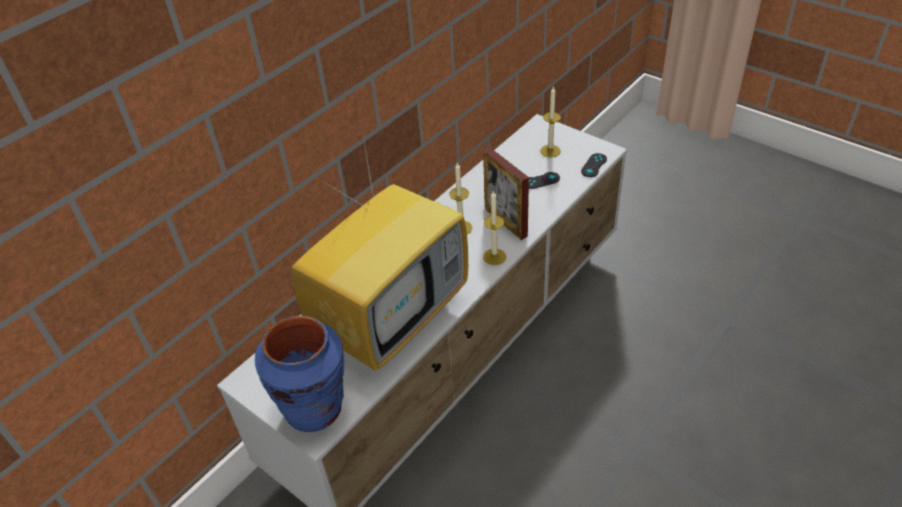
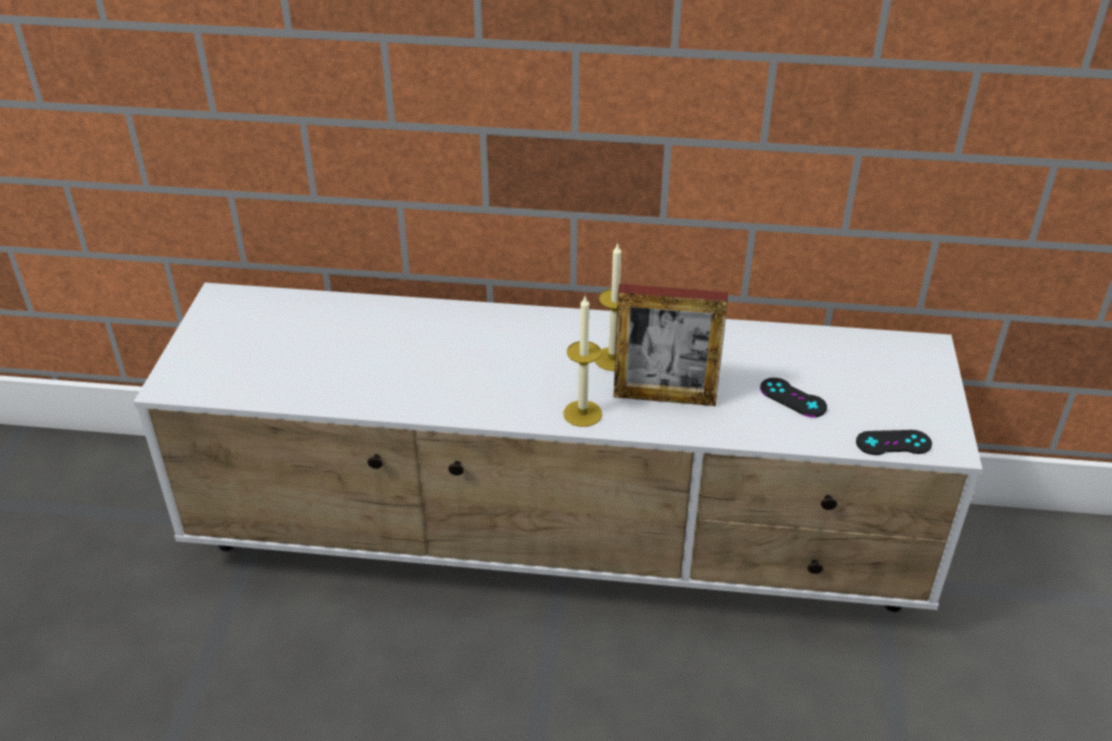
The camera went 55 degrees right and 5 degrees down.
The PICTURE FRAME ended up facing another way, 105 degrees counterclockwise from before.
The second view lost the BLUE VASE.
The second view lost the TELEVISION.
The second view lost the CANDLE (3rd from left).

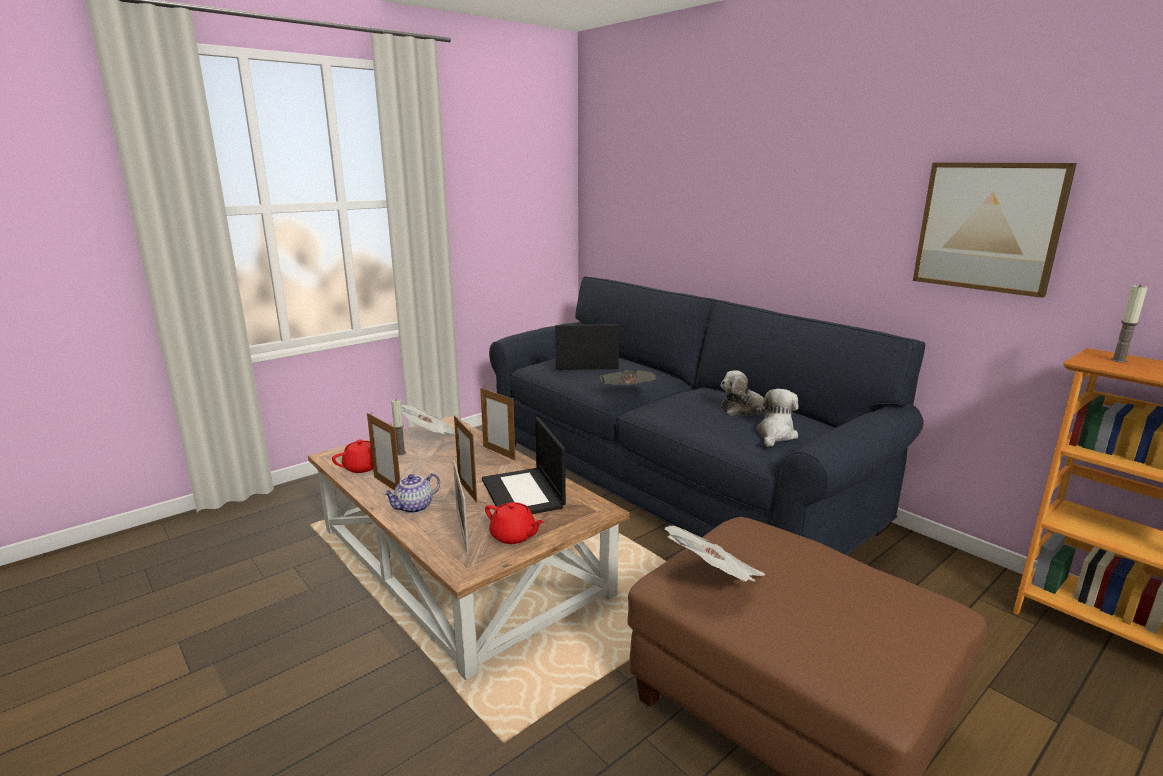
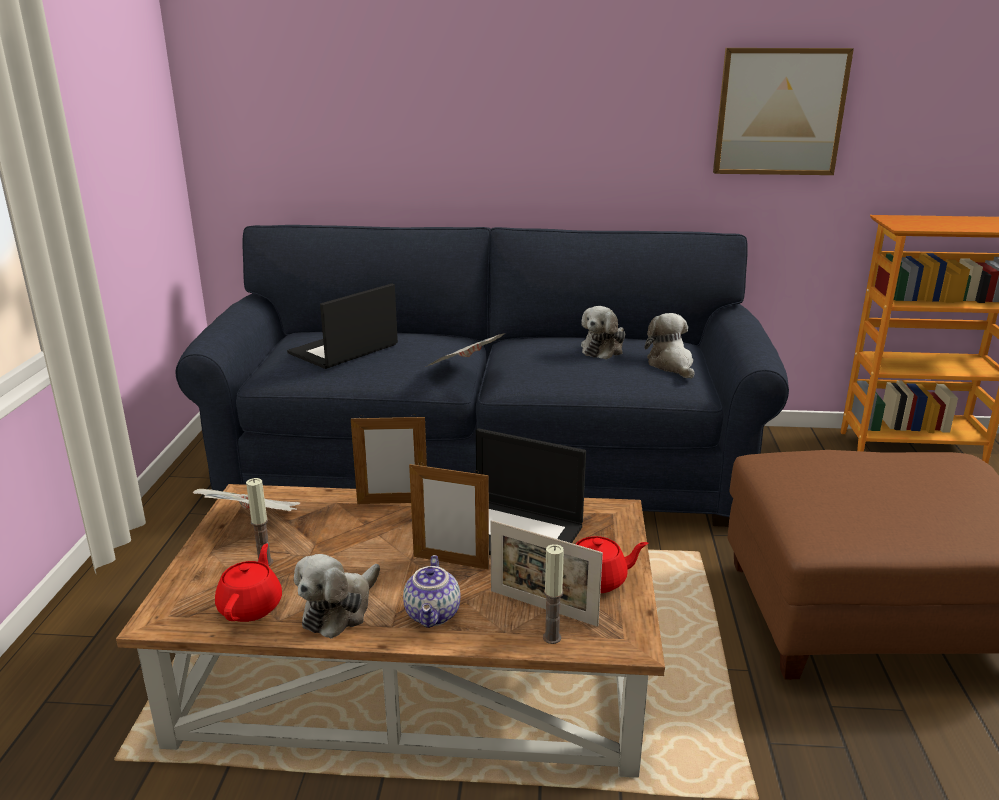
The camera went 45 degrees left and 5 degrees up.
Where the PICTURE FRAME (1st from left) stood, the PLUSH TOY (1st from left) came to stand.
The CANDLE (2nd from left) ended up elsewhere.
The second view lost the NEWSPAPER (3rd from left).

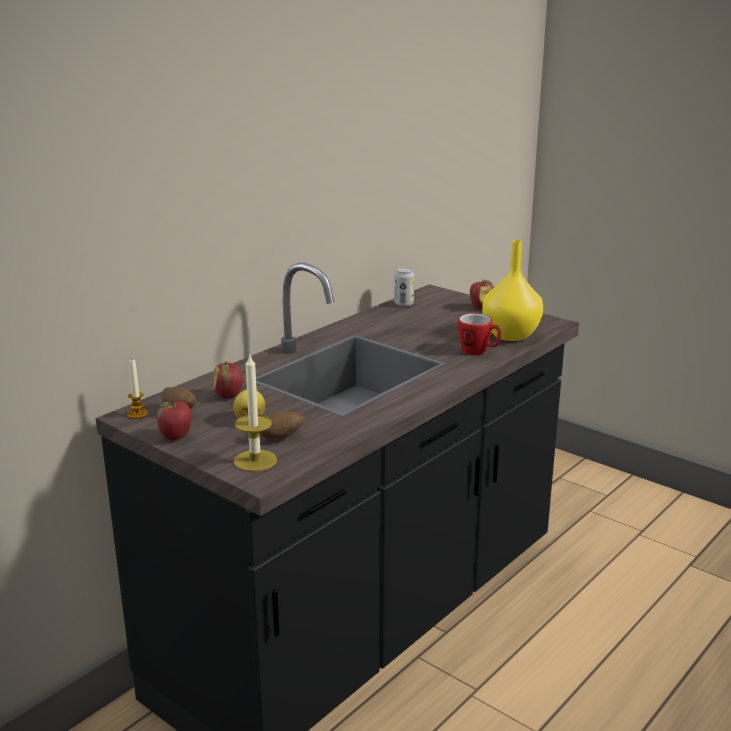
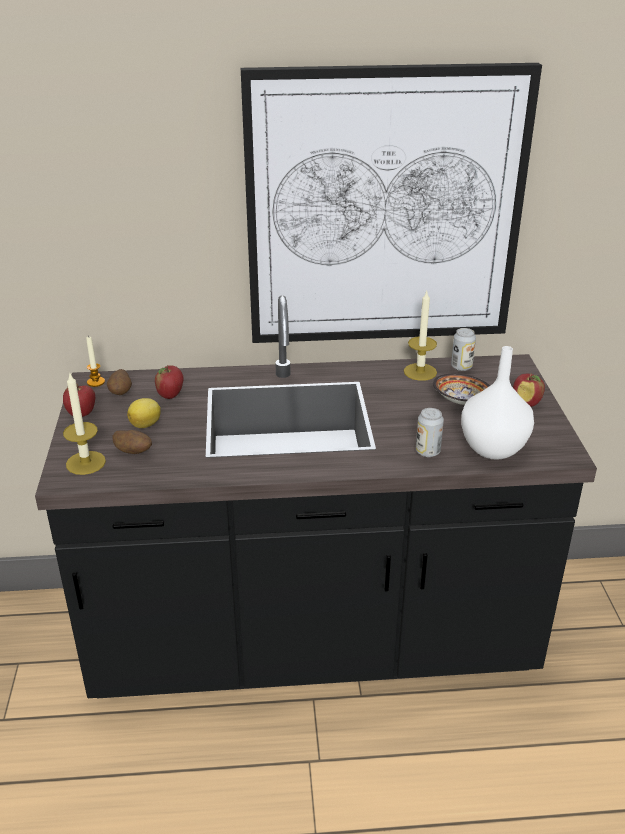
The camera went 45 degrees right and 10 degrees up.
The second view gained the PICTURE.
The second view gained the CANDLE (3rd from left).
Where the MUG stood, the CAN (1st from left) came to stand.
The second view gained the BOWL.
What was the YELLOW VASE turned into the WHITE VASE.

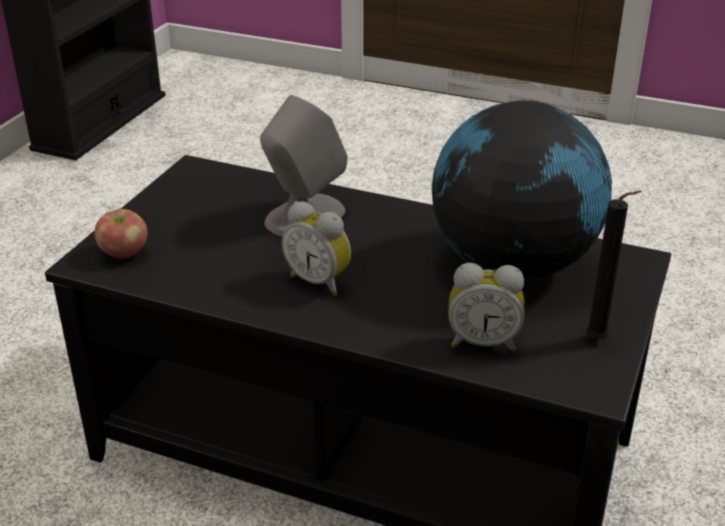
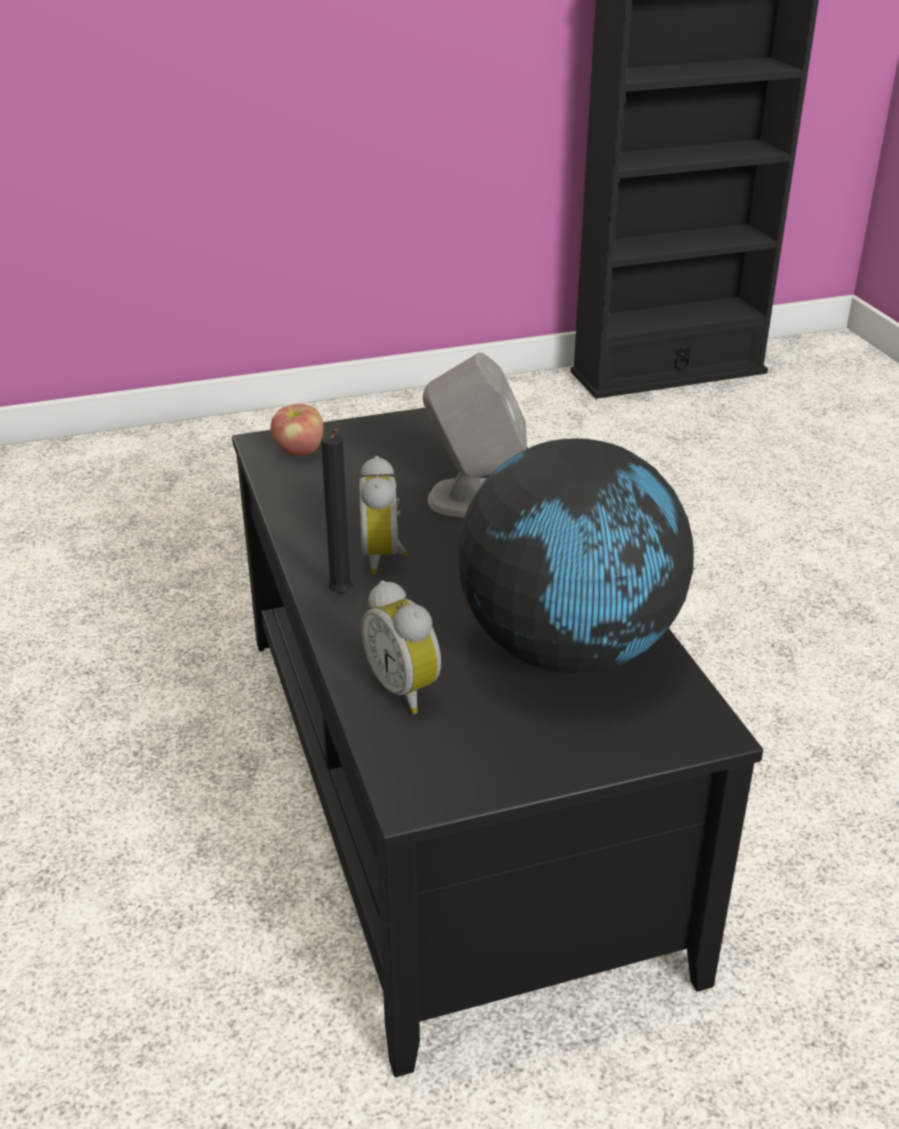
The camera went 50 degrees right and 0 degrees up.
The BLACK CANDLE ended up elsewhere.

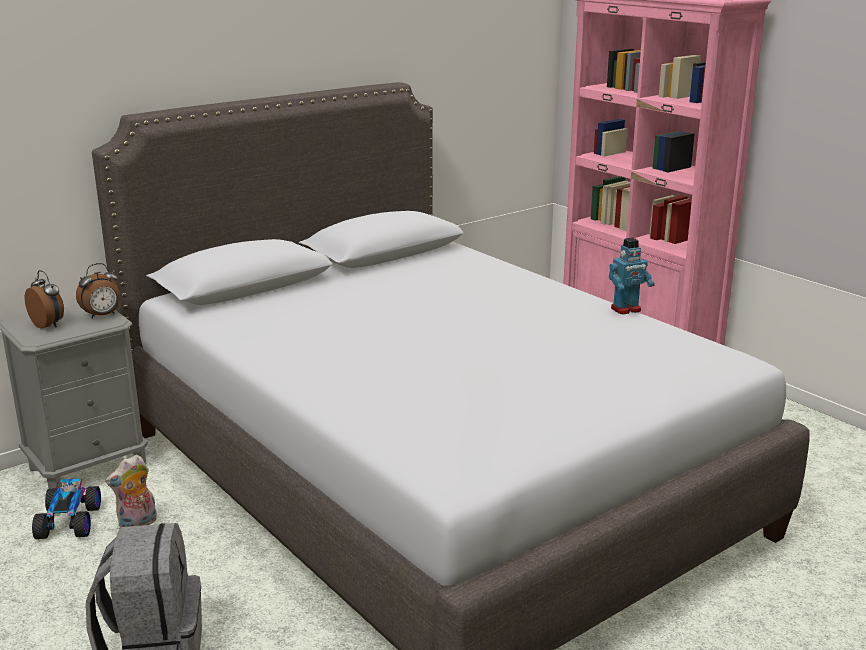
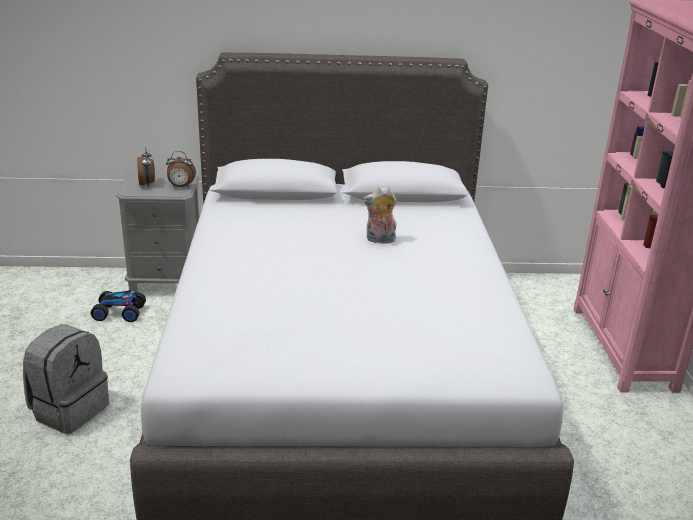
The camera went 35 degrees right and 5 degrees up.
The TOY CAR ended up facing another way, 60 degrees clockwise from before.
The PLUSH TOY ended up elsewhere.
The second view lost the TOY ROBOT.

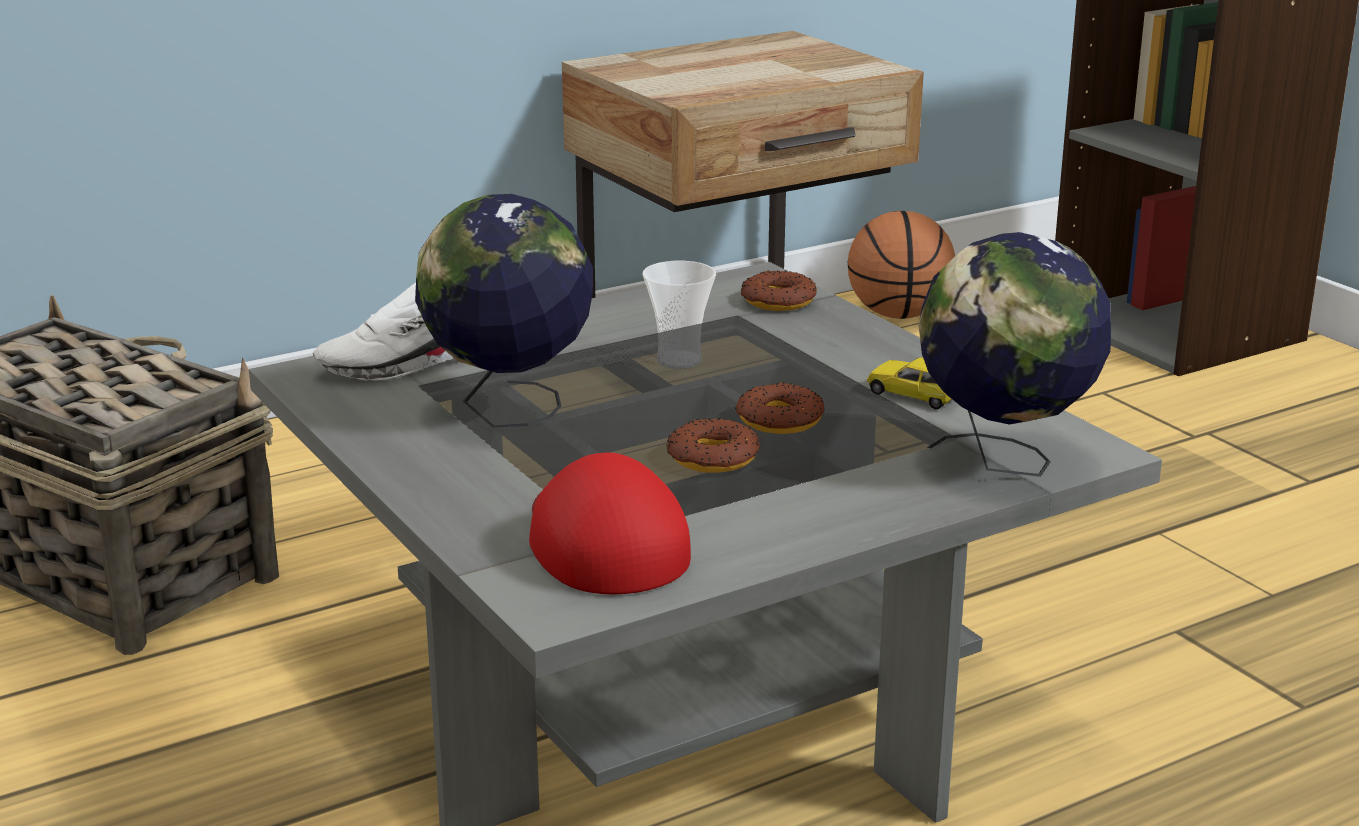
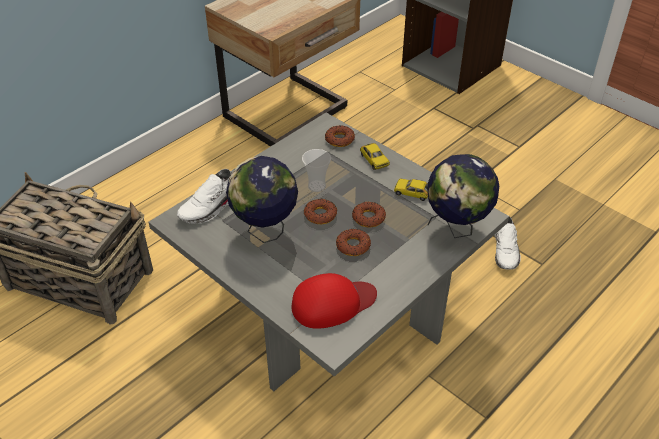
The camera went 15 degrees left and 20 degrees up.
The RED CAP ended up facing another way, 105 degrees clockwise from before.
The second view gained the DONUT (1st from left).
The second view gained the TOY CAR (1st from left).
The second view gained the WHITE SHOE (2nd from left).
The second view lost the BASKETBALL.

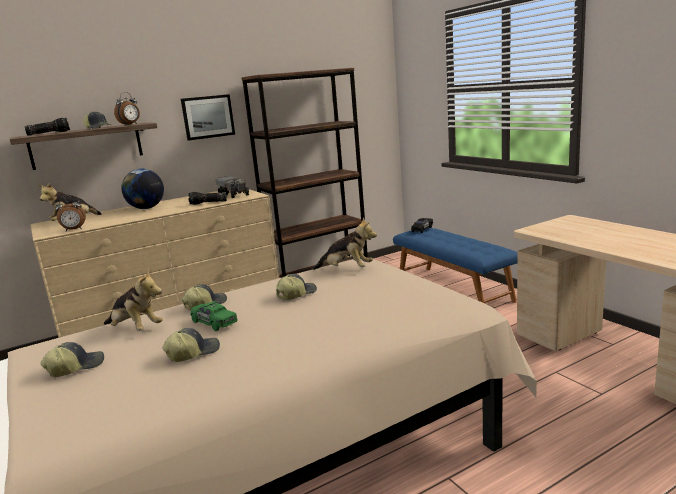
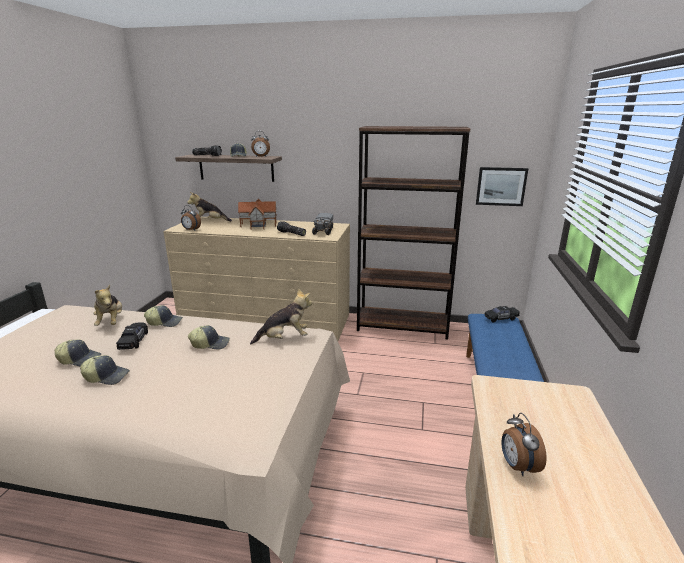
The camera went 40 degrees right and 5 degrees up.
The CAP (1st from left in the first image) ended up elsewhere.
What was the GREEN TOY CAR turned into the BLACK TOY CAR (1st from left).
Where the GLOBE stood, the TOY HOUSE came to stand.
The PLUSH TOY (3rd from left) ended up facing another way, 75 degrees counterclockwise from before.
The PICTURE ended up elsewhere.
The second view gained the ALARM CLOCK (3rd from left).

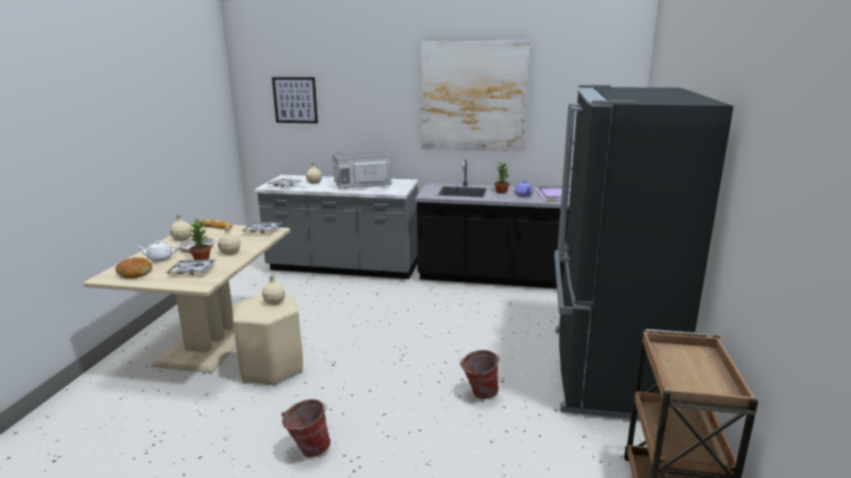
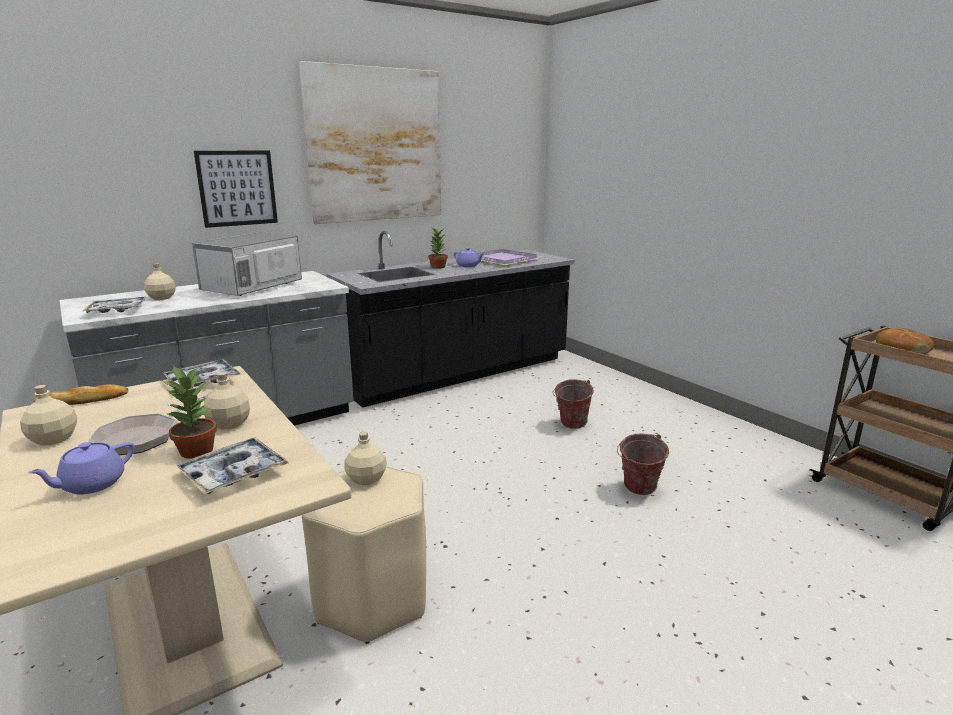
The camera went 45 degrees left and 0 degrees up.
What was the WHITE TEAPOT turned into the PURPLE TEAPOT (1st from left).
The PICTURE (1st from left) ended up elsewhere.
The BUCKET (1st from left) ended up elsewhere.
The BREAD (1st from left in the first image) ended up elsewhere.
The second view lost the BLACK FRIDGE.

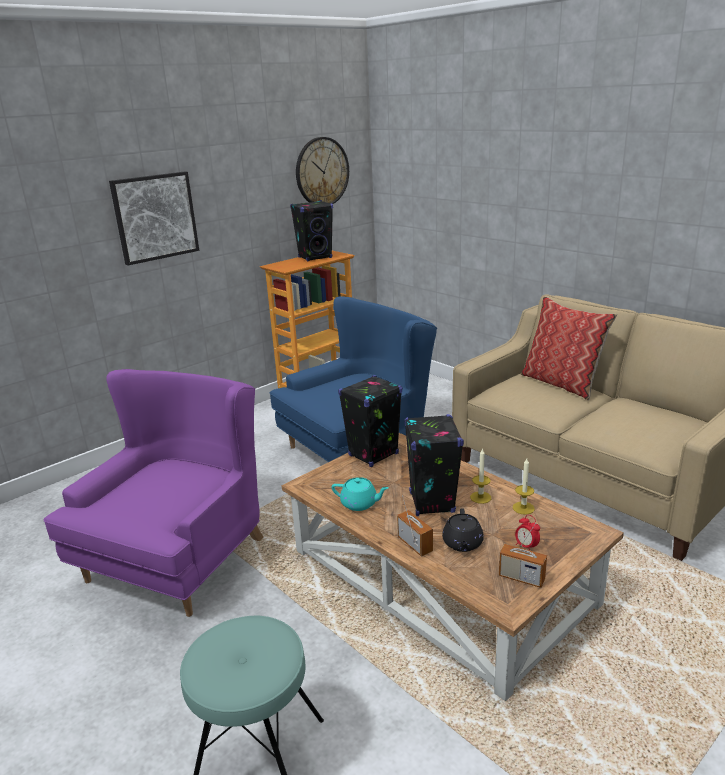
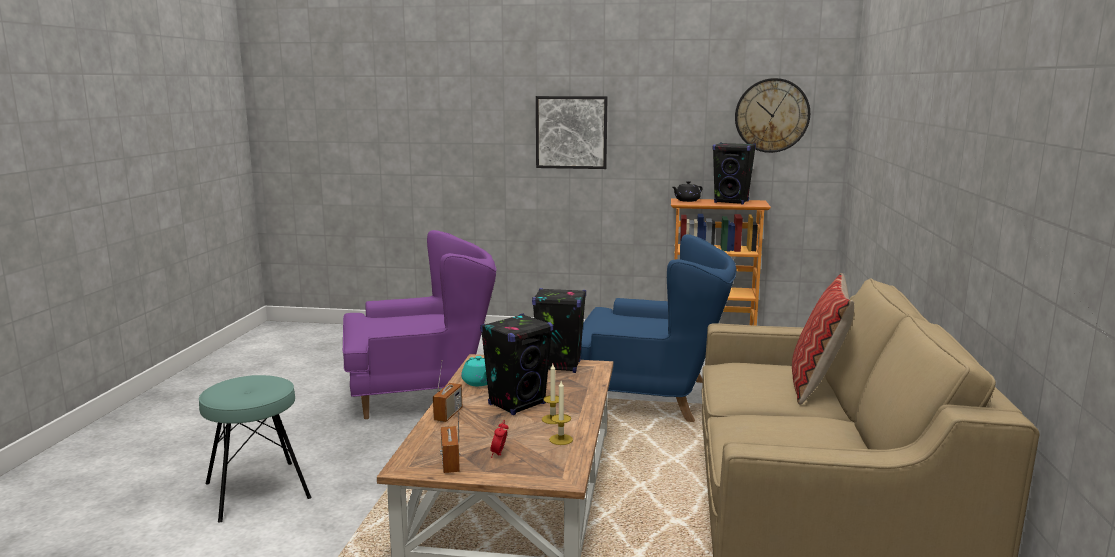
The camera went 50 degrees right and 10 degrees down.
The BLACK TEAPOT ended up elsewhere.

